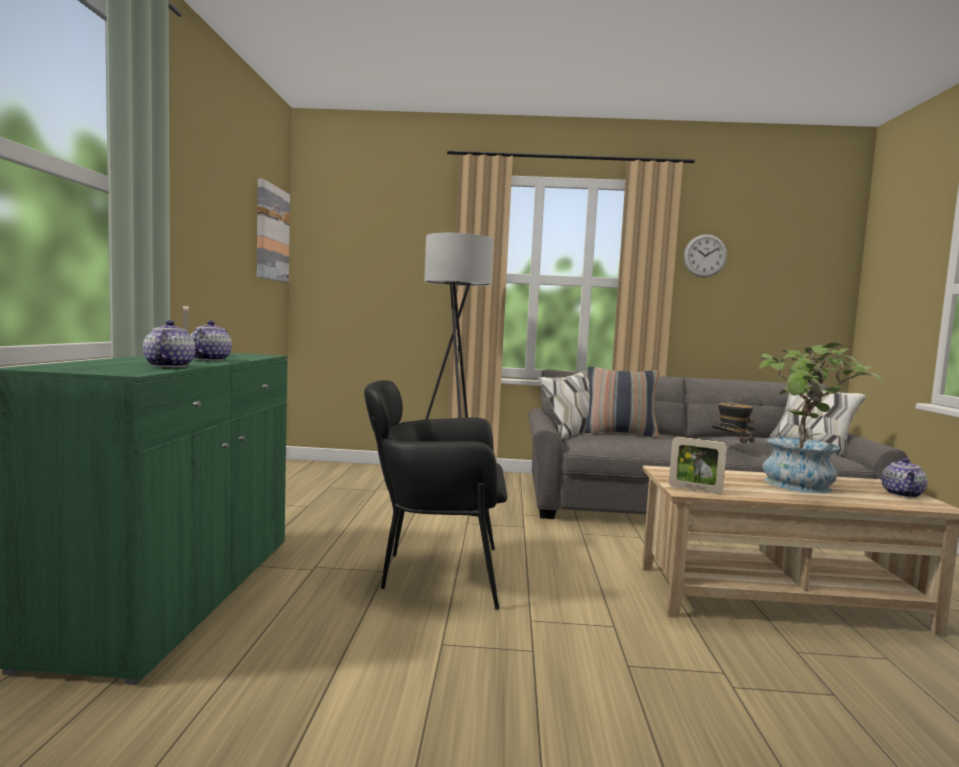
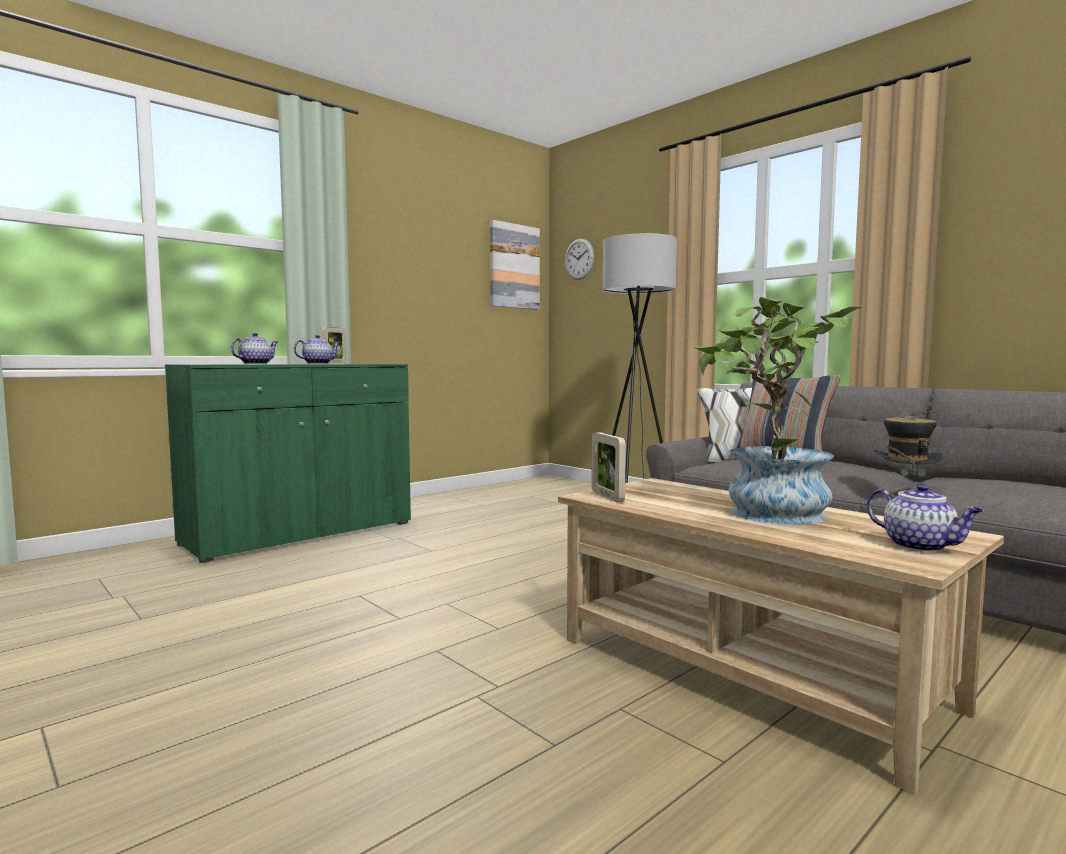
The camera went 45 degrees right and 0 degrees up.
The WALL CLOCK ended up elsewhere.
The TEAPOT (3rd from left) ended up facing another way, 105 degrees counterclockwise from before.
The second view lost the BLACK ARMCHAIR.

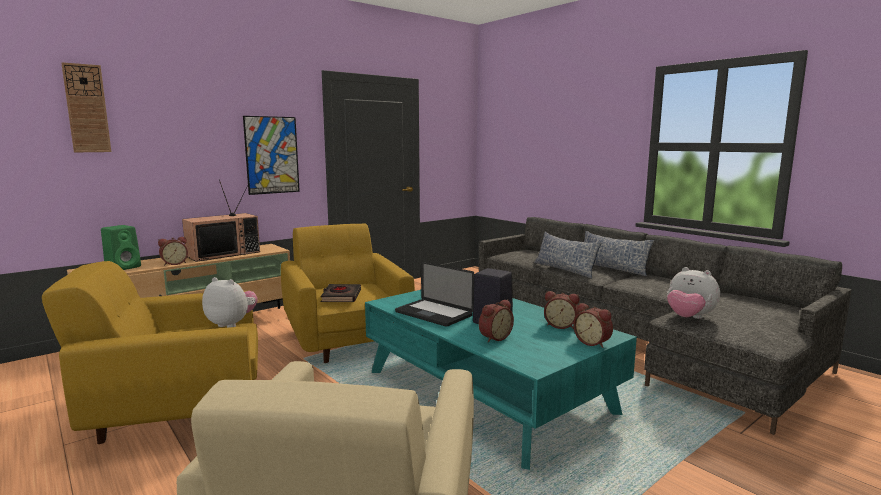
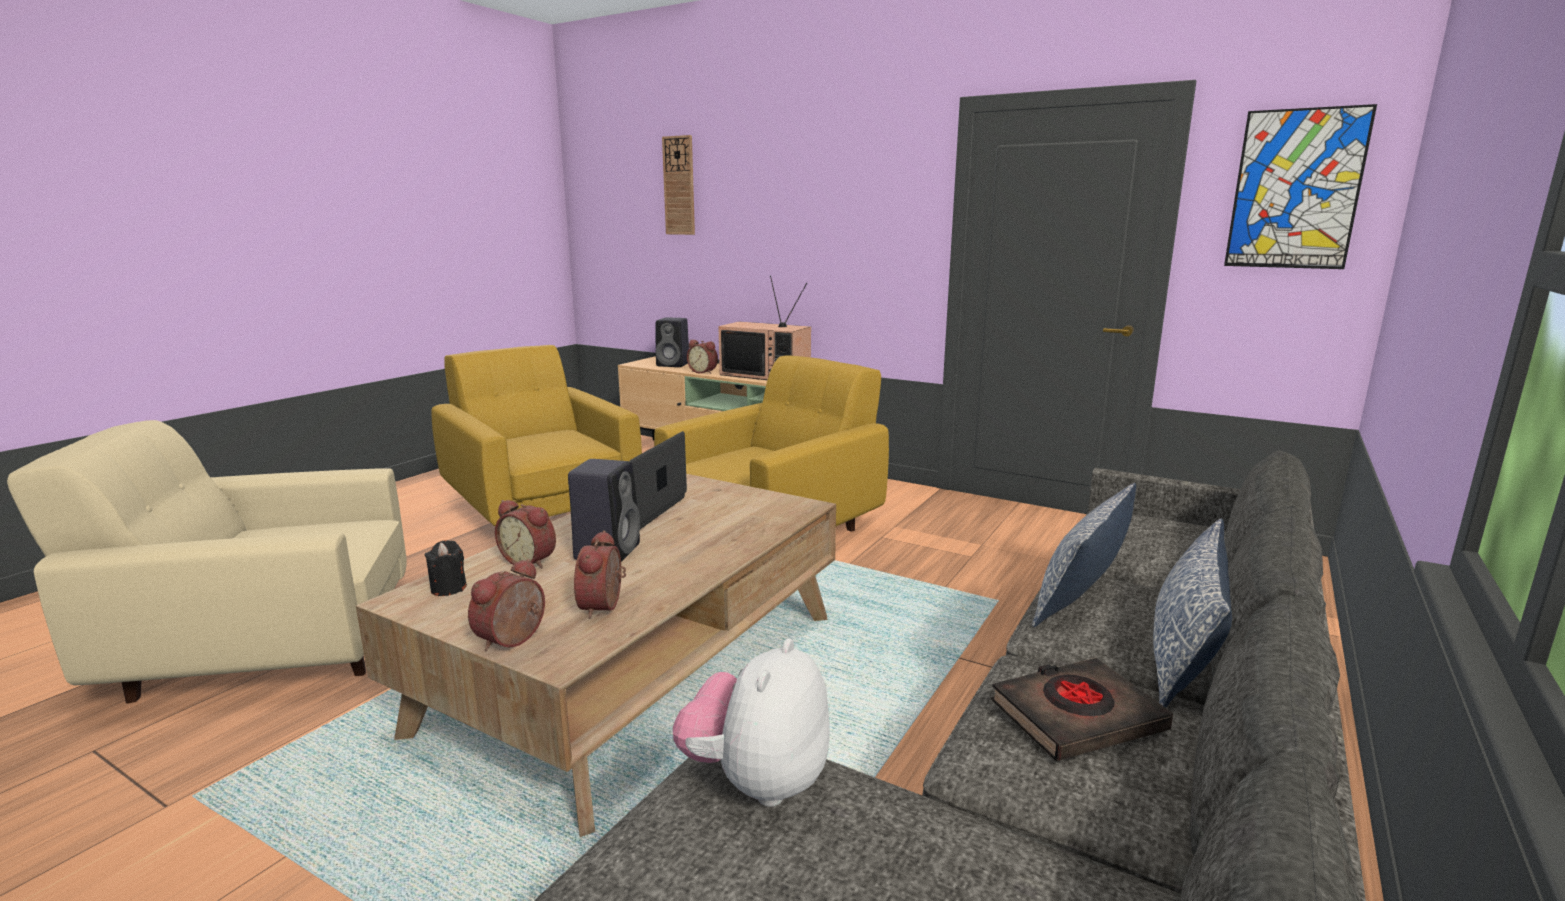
The camera went 70 degrees right and 5 degrees up.
What was the TURQUOISE COFFEE TABLE turned into the BROWN COFFEE TABLE.
The second view gained the BLACK CANDLE.
What was the GREEN SPEAKER turned into the BLACK SPEAKER (2nd from left).
The BLACK BOOK ended up elsewhere.
The PICTURE ended up elsewhere.
The second view lost the PLUSH TOY (1st from left).

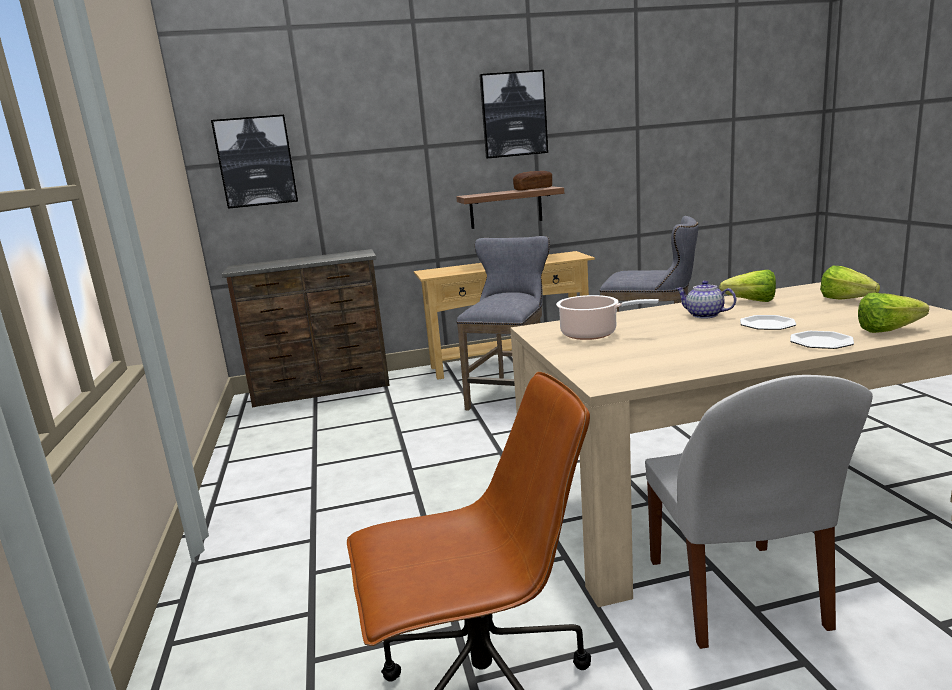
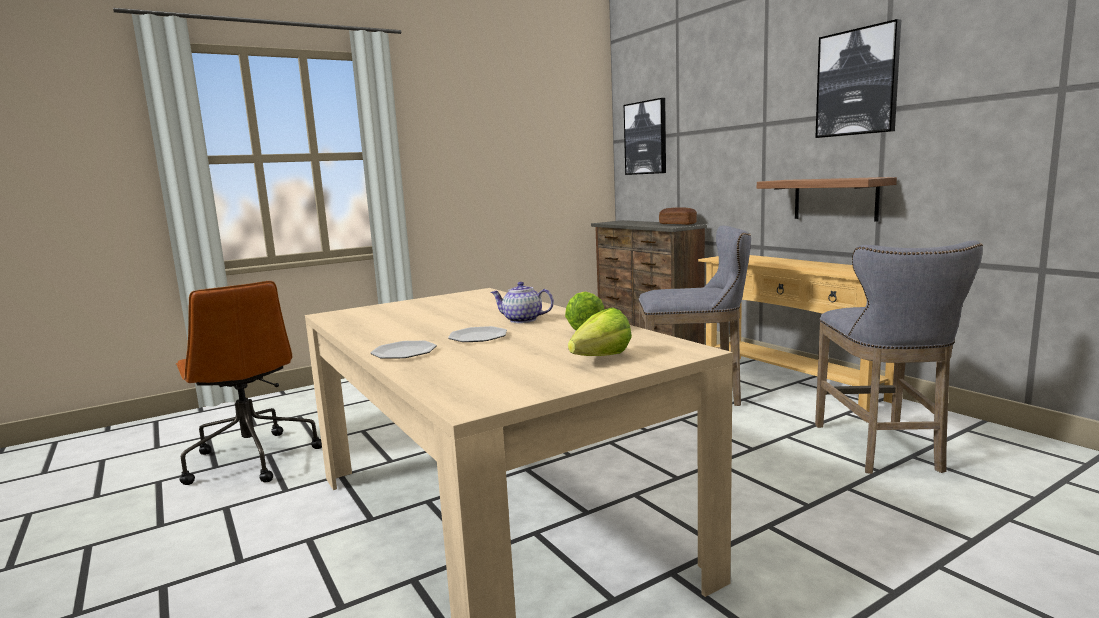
The camera went 70 degrees right and 5 degrees down.
The TEAPOT ended up facing another way, 90 degrees counterclockwise from before.
The BREAD ended up elsewhere.
The second view lost the COOKING POT.
The second view lost the WHITE CHAIR.
The second view lost the LETTUCE (3rd from left).

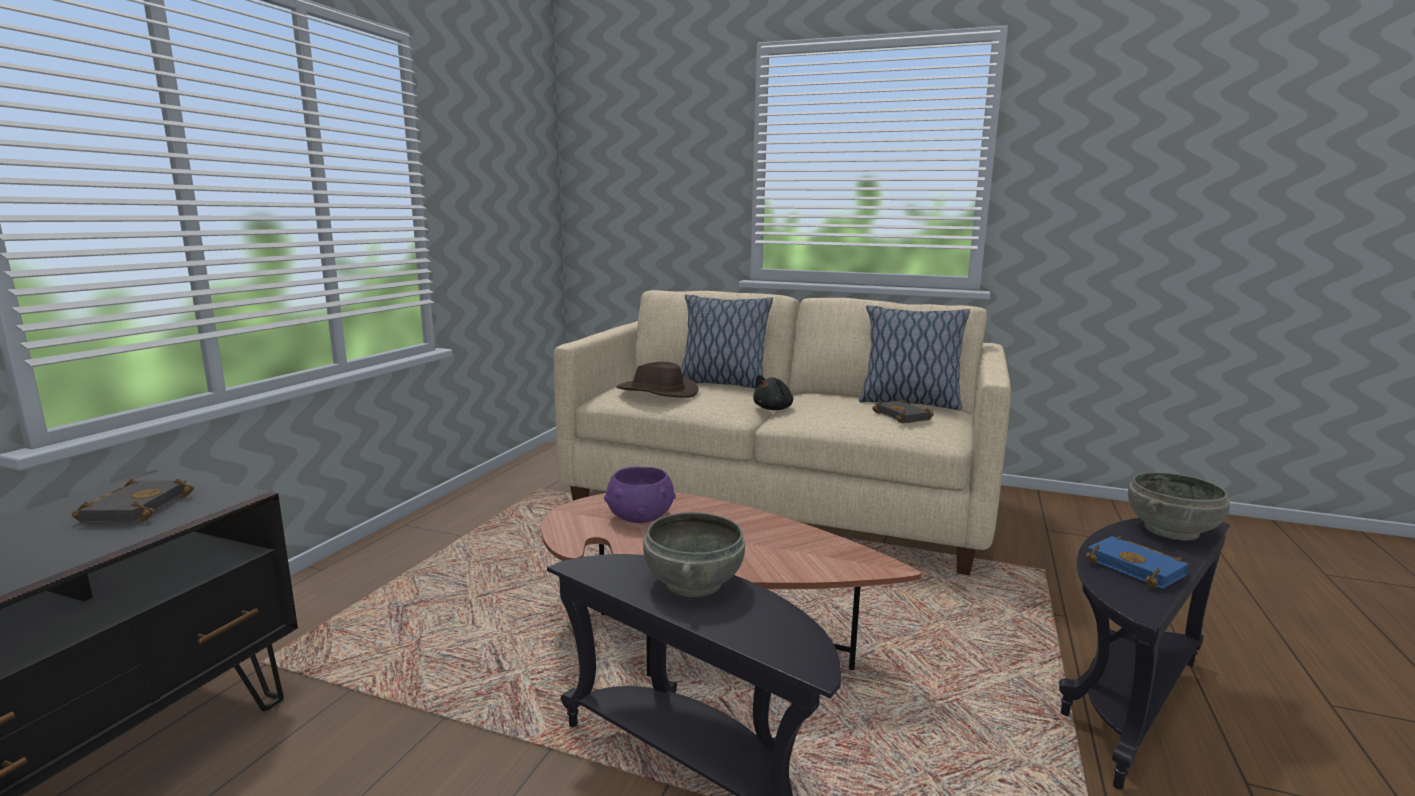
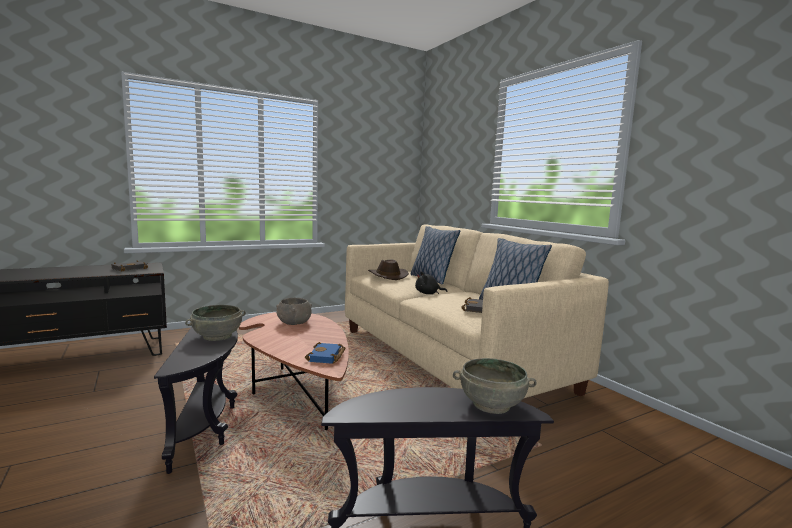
The camera went 40 degrees right and 5 degrees down.
What was the PURPLE BOWL turned into the GREY BOWL (2nd from left).
The BLUE BOOK ended up elsewhere.

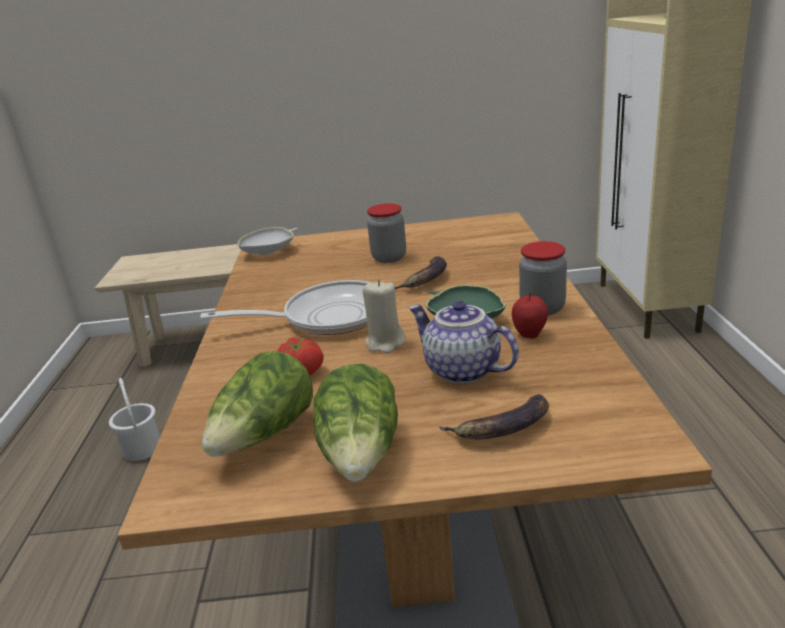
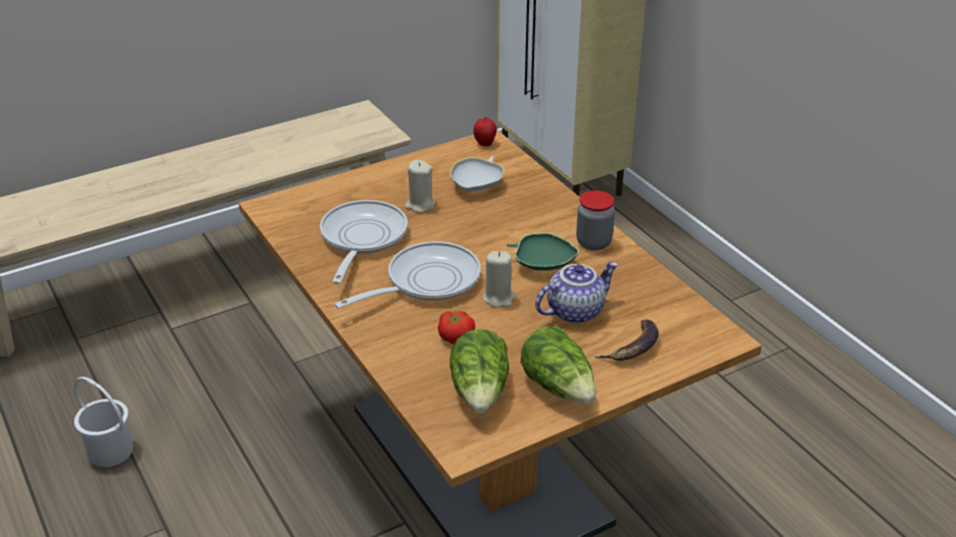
The camera went 30 degrees left and 10 degrees up.
The second view gained the FRYING PAN (1st from left).
Where the JAR (1st from left) stood, the BEIGE CANDLE (1st from left) came to stand.
The WHITE BOWL ended up elsewhere.
The APPLE ended up elsewhere.
The TEAPOT ended up facing another way, 135 degrees clockwise from before.
The second view lost the BANANA (1st from left).

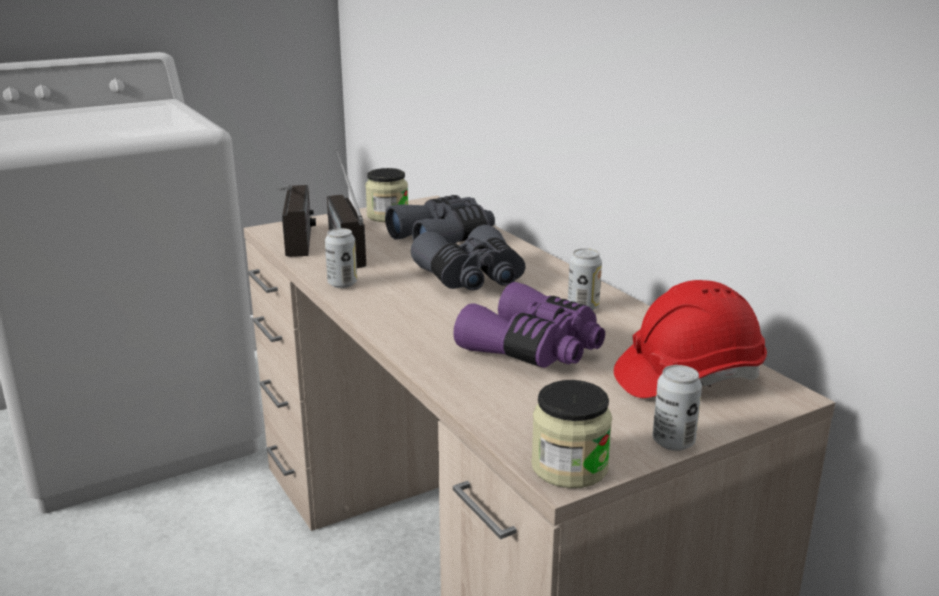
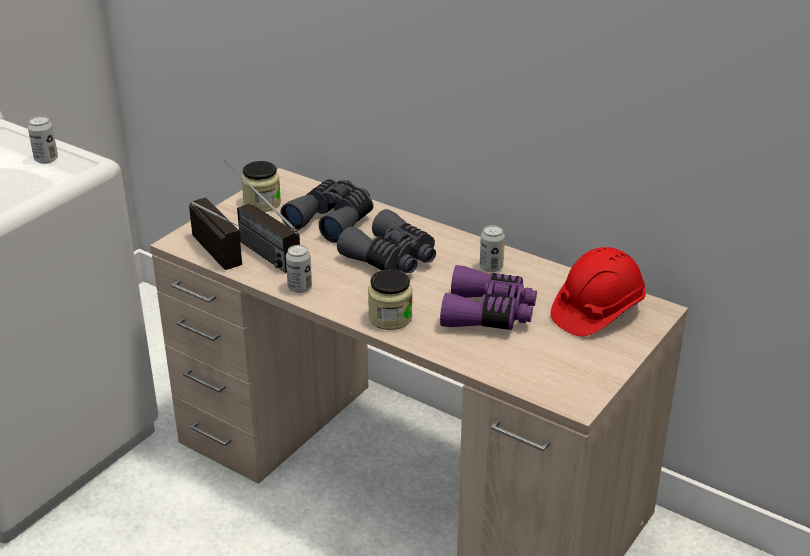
The camera went 25 degrees left and 10 degrees up.
The CAN (3rd from left in the first image) ended up elsewhere.
The JAR (2nd from left) ended up elsewhere.

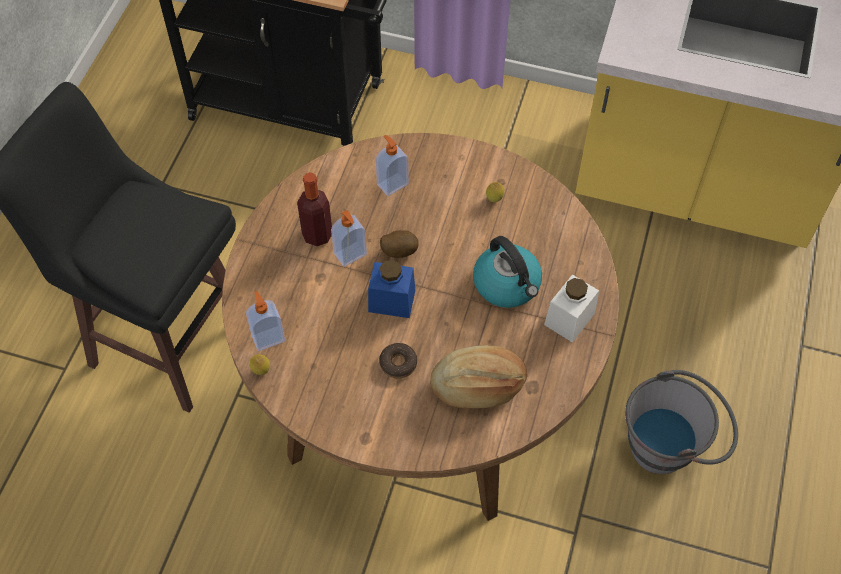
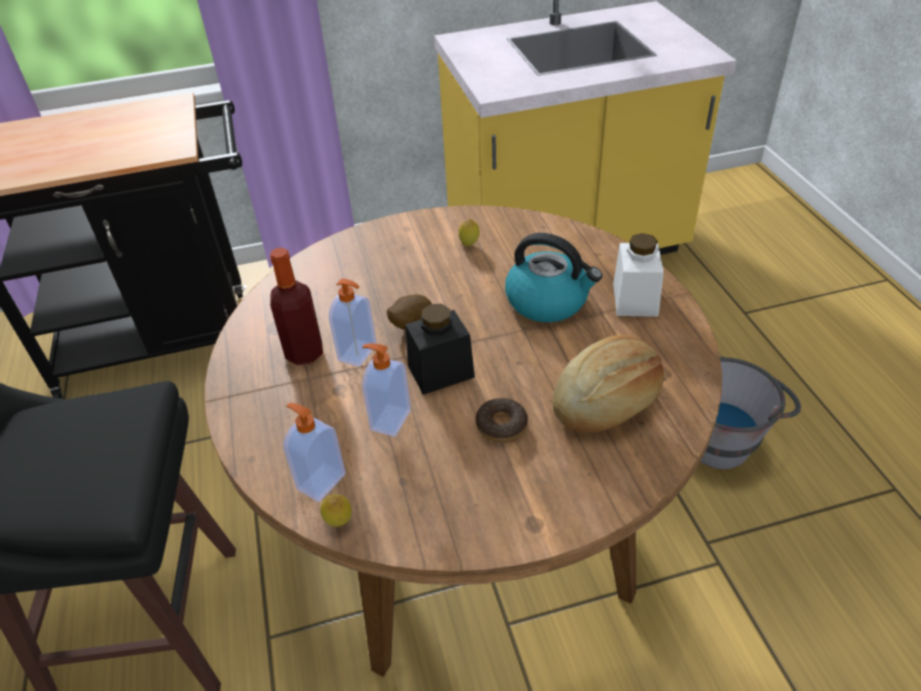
The camera went 30 degrees left and 15 degrees down.
The SOAP DISPENSER (3rd from left) ended up elsewhere.
What was the BLUE JAR turned into the BLACK JAR.

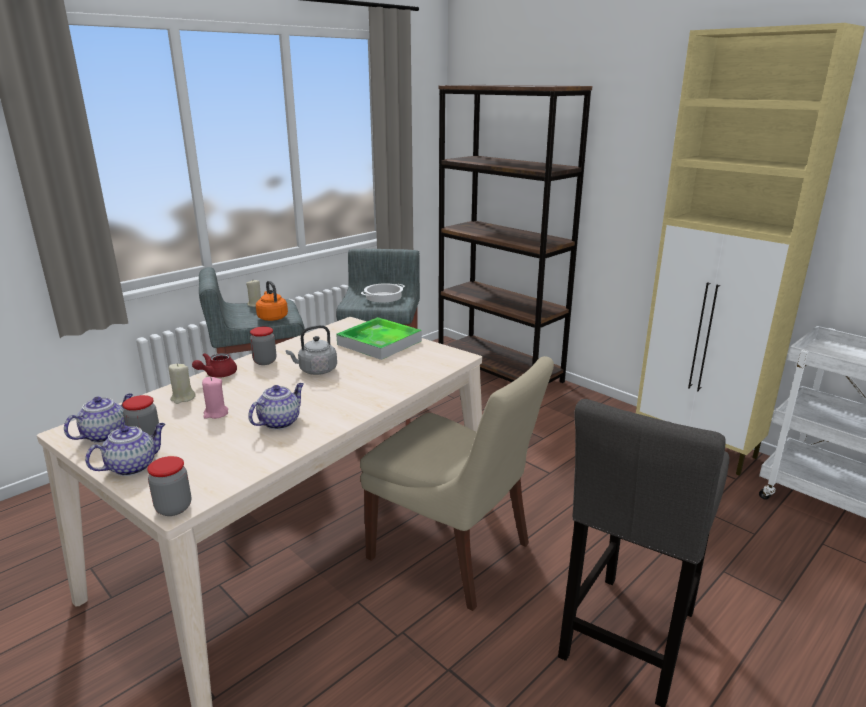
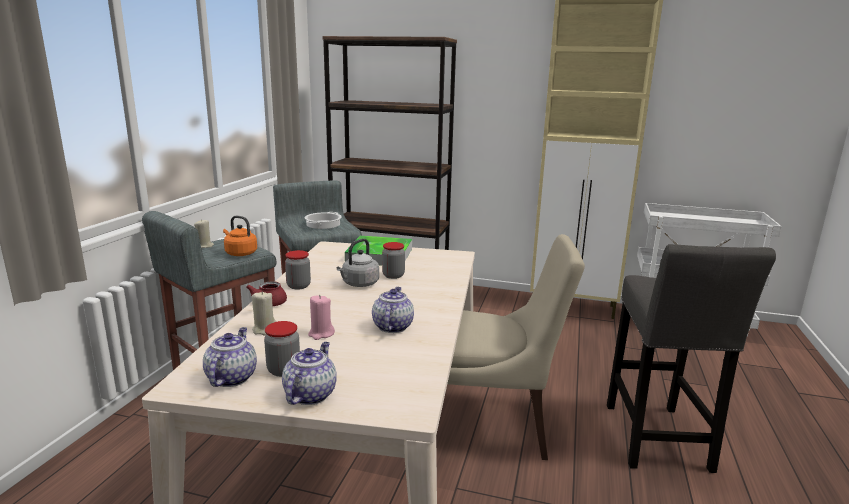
The camera went 30 degrees left and 5 degrees down.
The JAR (2nd from left in the first image) ended up elsewhere.

